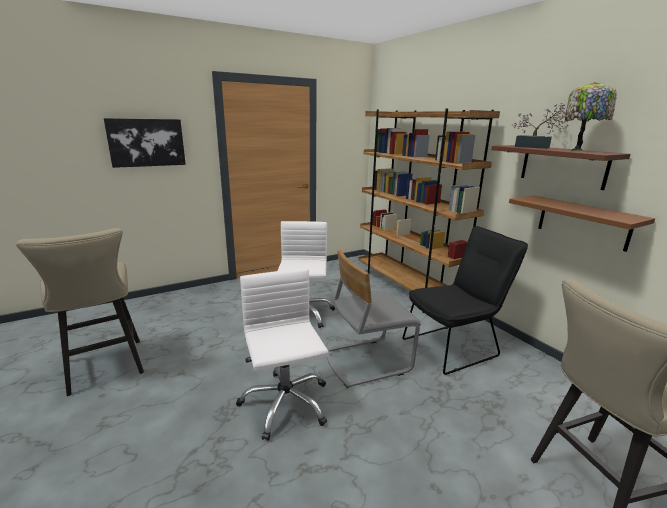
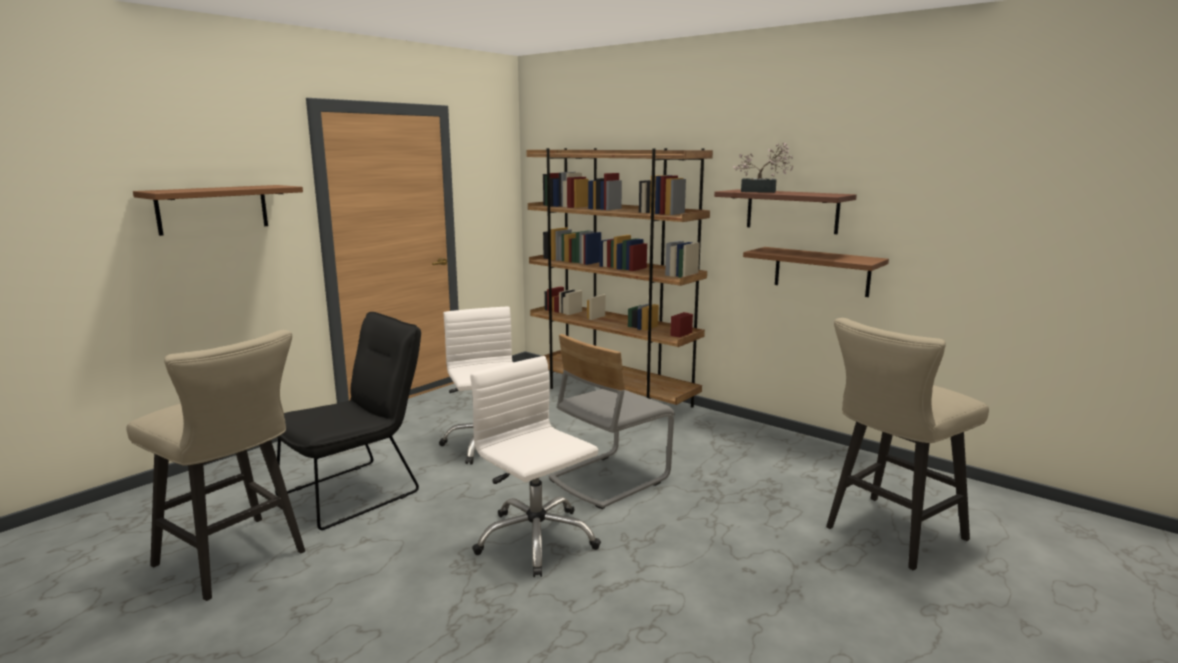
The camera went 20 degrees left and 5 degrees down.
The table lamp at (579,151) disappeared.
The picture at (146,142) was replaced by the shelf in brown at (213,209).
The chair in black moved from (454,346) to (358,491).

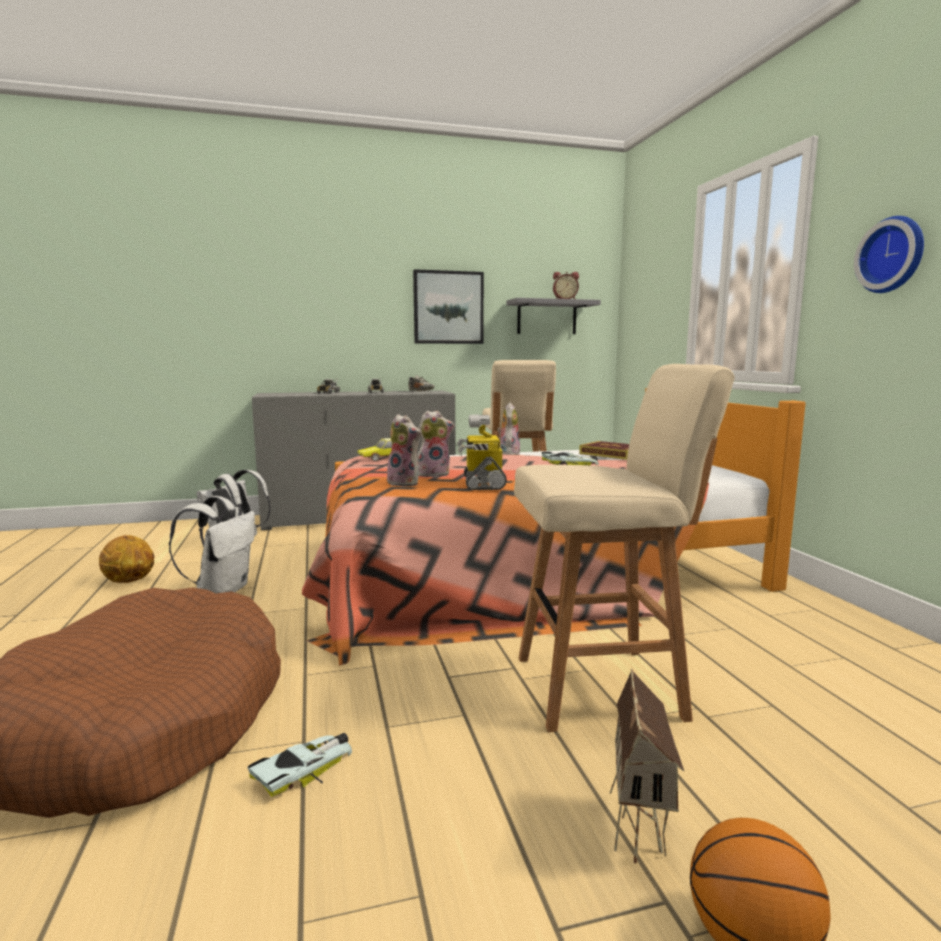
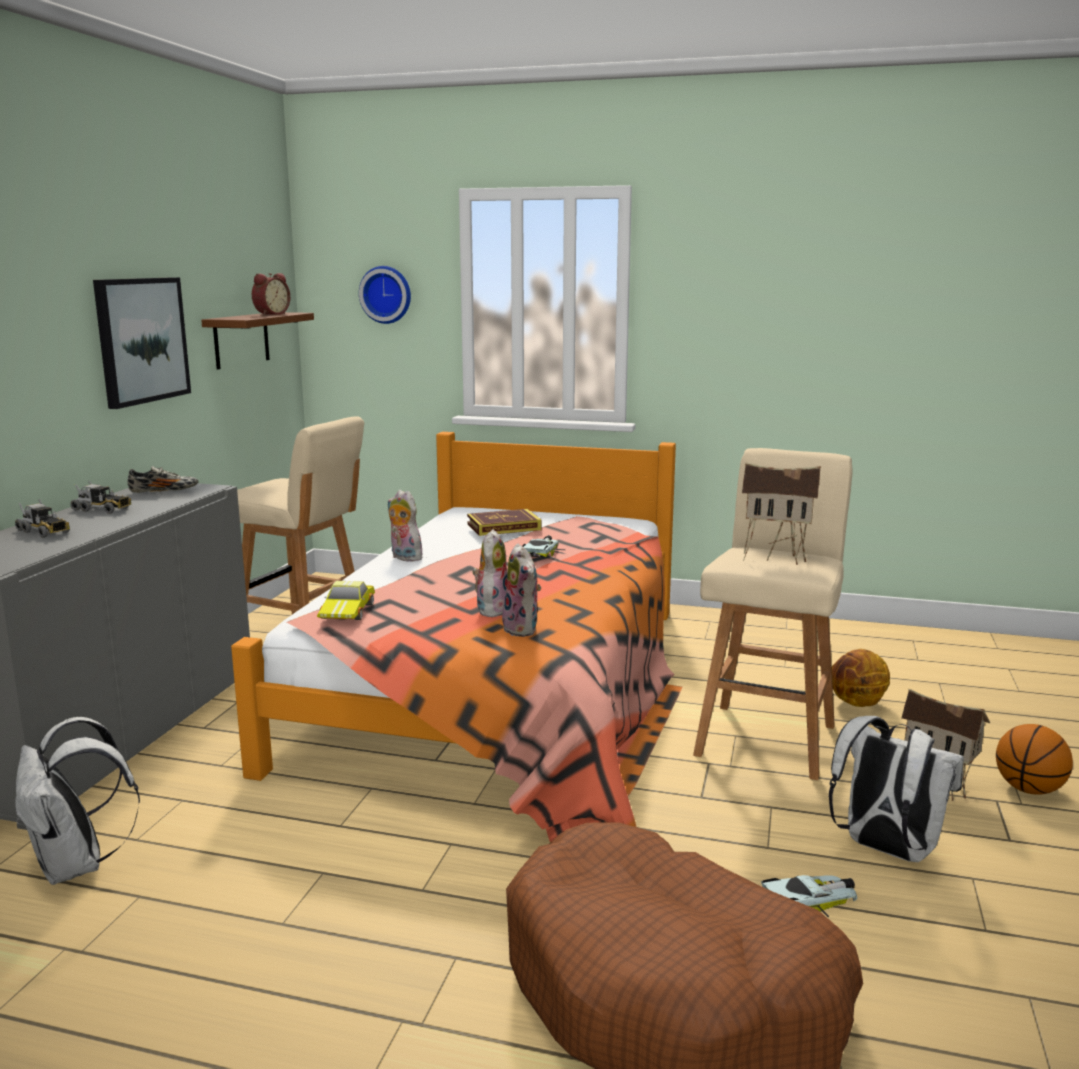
The camera went 60 degrees left and 5 degrees up.
The wall clock moved from (893,255) to (386,294).
The shelf in grey at (546,317) became the shelf in brown at (241,340).
The plush toy at (405,483) turned 90 degrees clockwise.
The toy robot at (482,483) disappeared.
The backpack in white moved from (222,590) to (885,849).
The basketball moved from (128,581) to (857,704).
The toy car at (306,769) turned 90 degrees clockwise.
The toy house at (776,558) appeared.

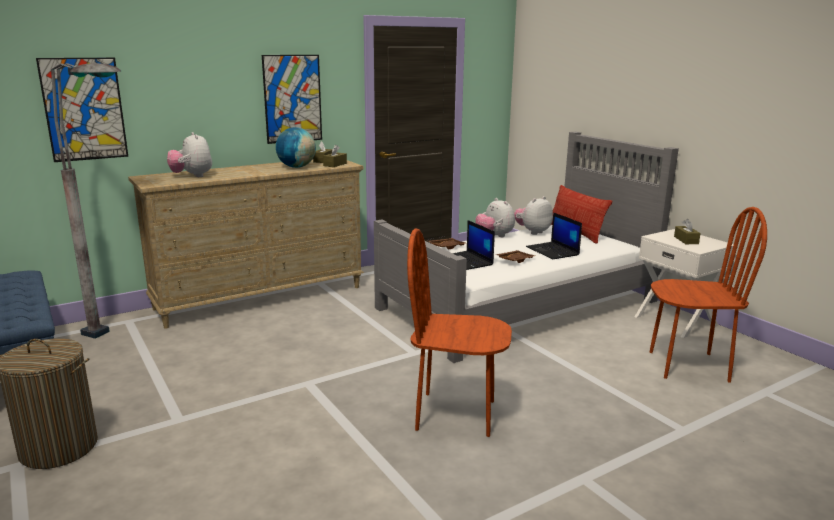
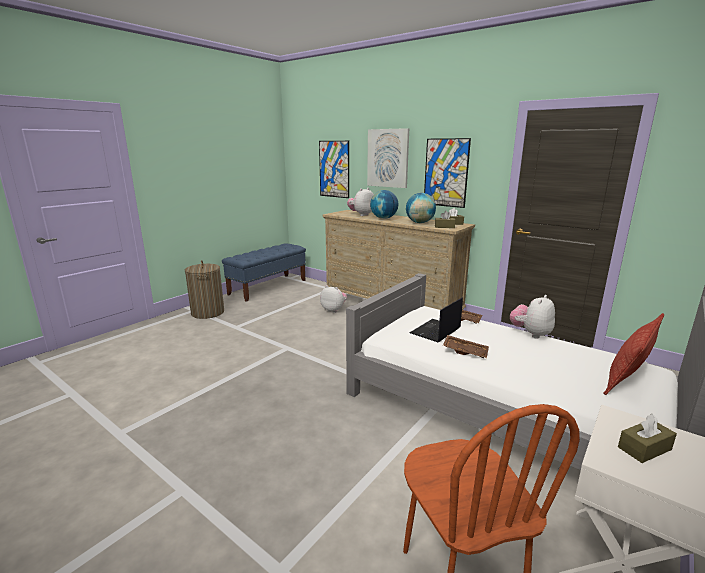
The camera went 70 degrees right and 0 degrees up.
The floor lamp in grey at (123,341) disappeared.
The plush toy moved from (532,232) to (334,310).
The laptop at (553,251) disappeared.
The chair in brown at (455,414) disappeared.
The picture at (388,158) appeared.
The globe at (384,218) appeared.

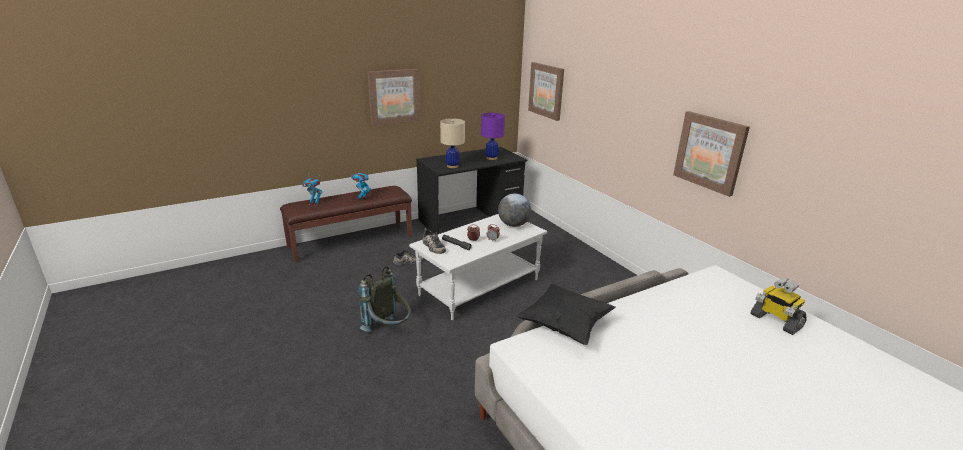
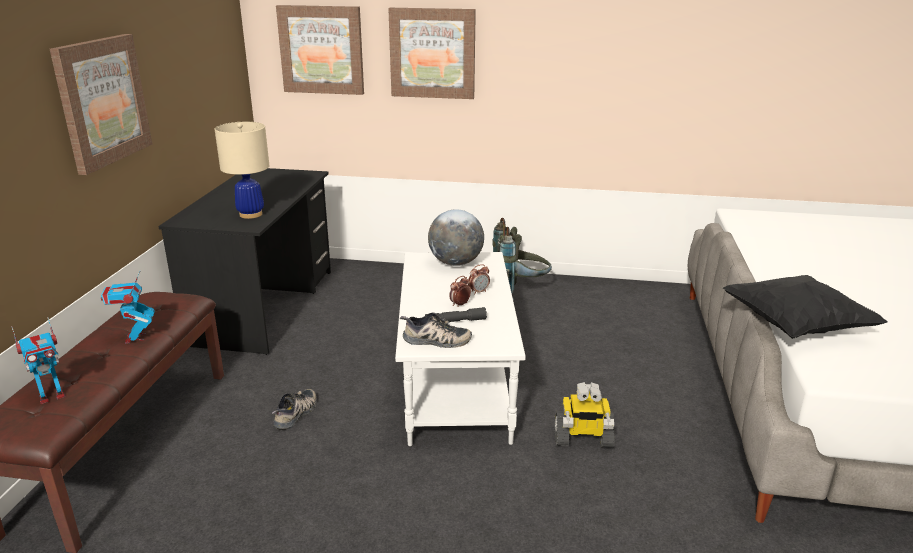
The camera went 50 degrees left and 0 degrees up.
The picture moved from (710,152) to (432,53).
The table lamp in purple at (491,158) disappeared.
The backpack in grey moved from (388,330) to (519,292).
The toy robot moved from (775,321) to (582,438).

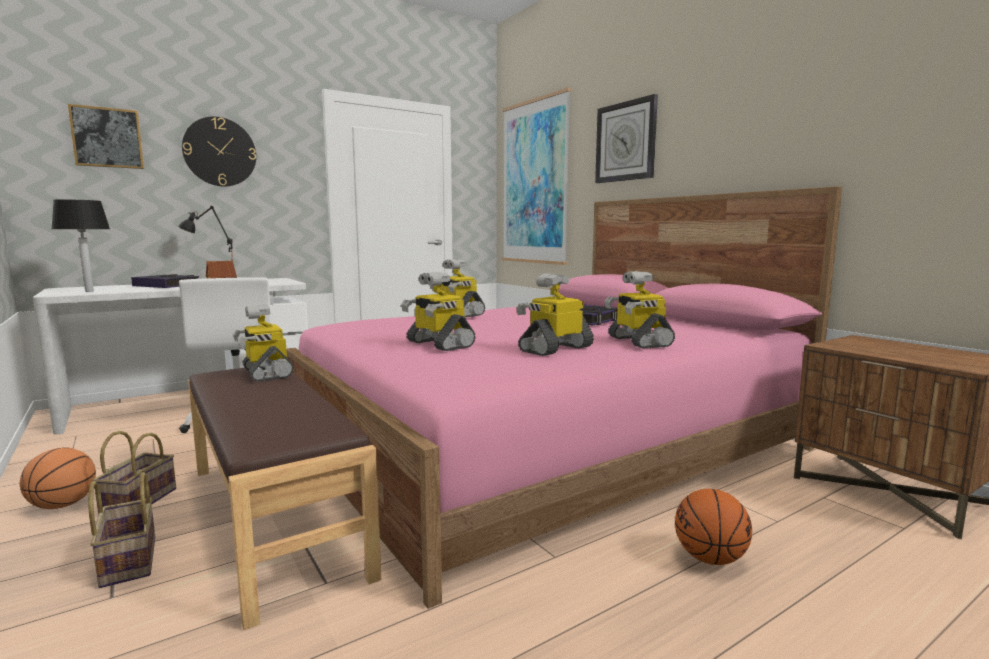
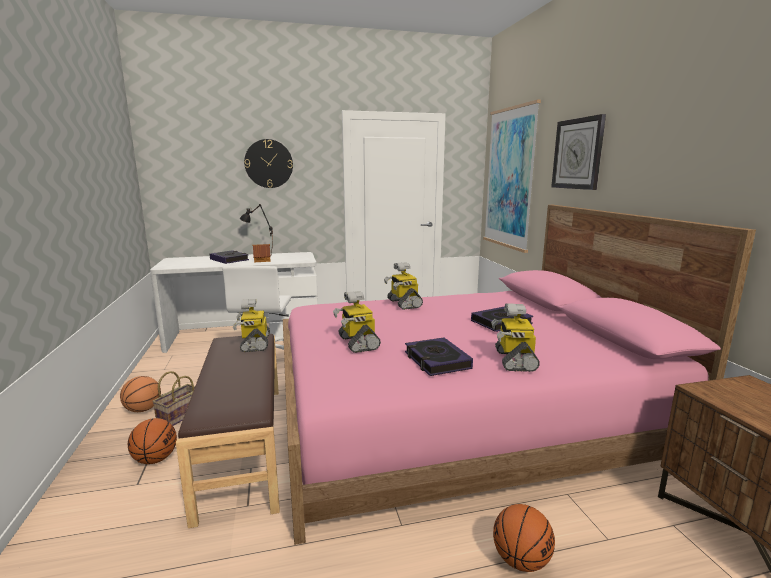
The camera went 20 degrees right and 5 degrees up.
The picture at (107,137) disappeared.
The table lamp at (89,291) disappeared.
The toy robot at (555,349) was replaced by the book at (436,361).
The basket at (127,560) was replaced by the basketball at (155,459).

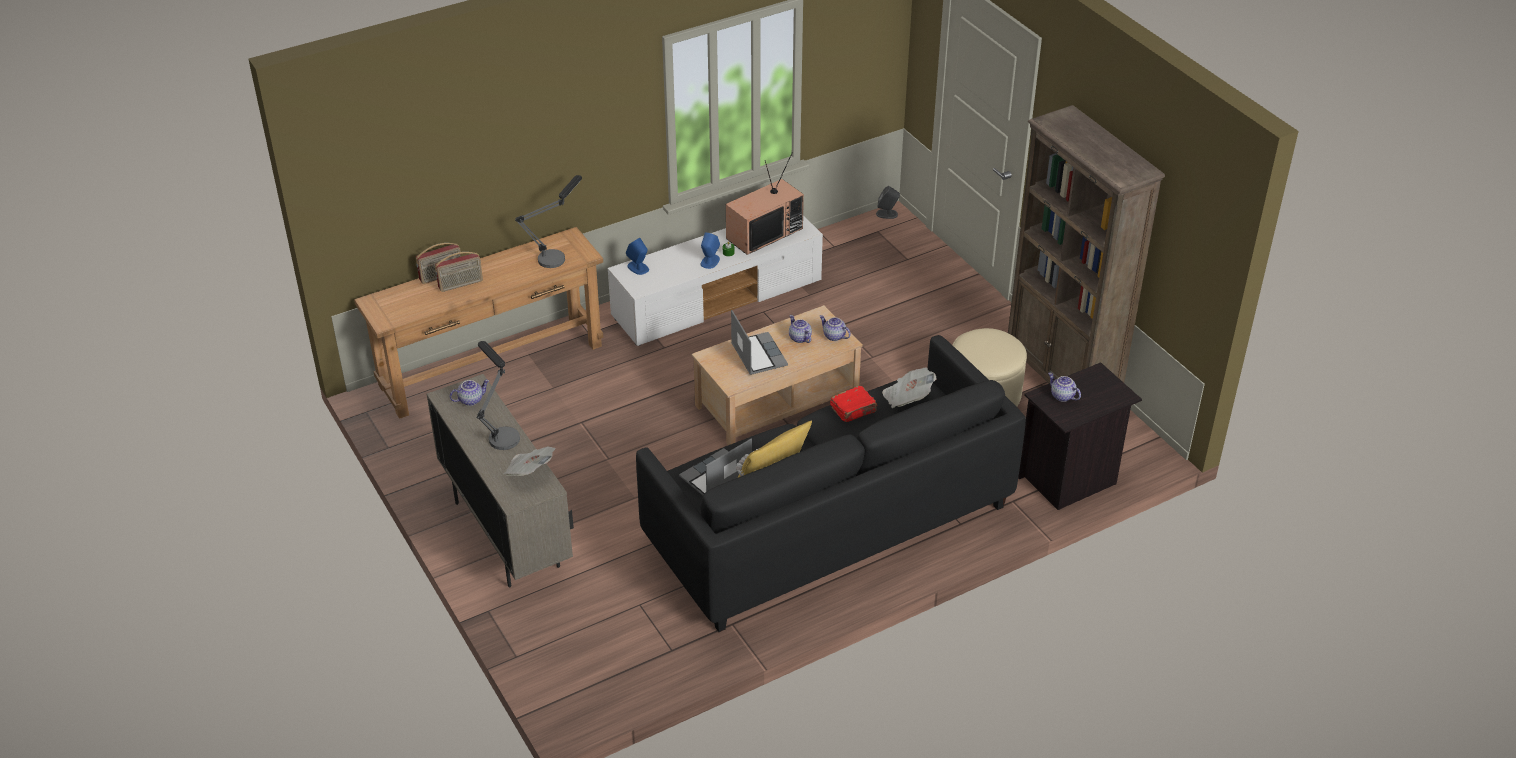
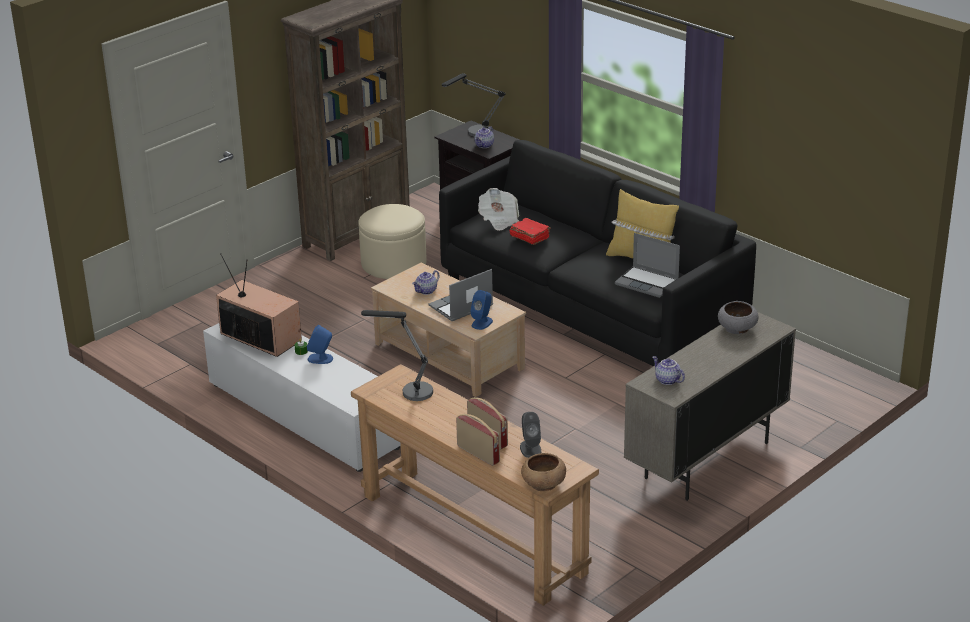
The camera went 105 degrees left and 10 degrees down.
The speaker in grey moved from (887,214) to (530,449).
The speaker in blue moved from (638,268) to (482,323).
The teapot at (833,336) disappeared.
The table lamp moved from (501,433) to (473,134).
The newspaper at (530,471) was replaced by the bowl in grey at (737,328).
The bowl in brown at (543,484) appeared.

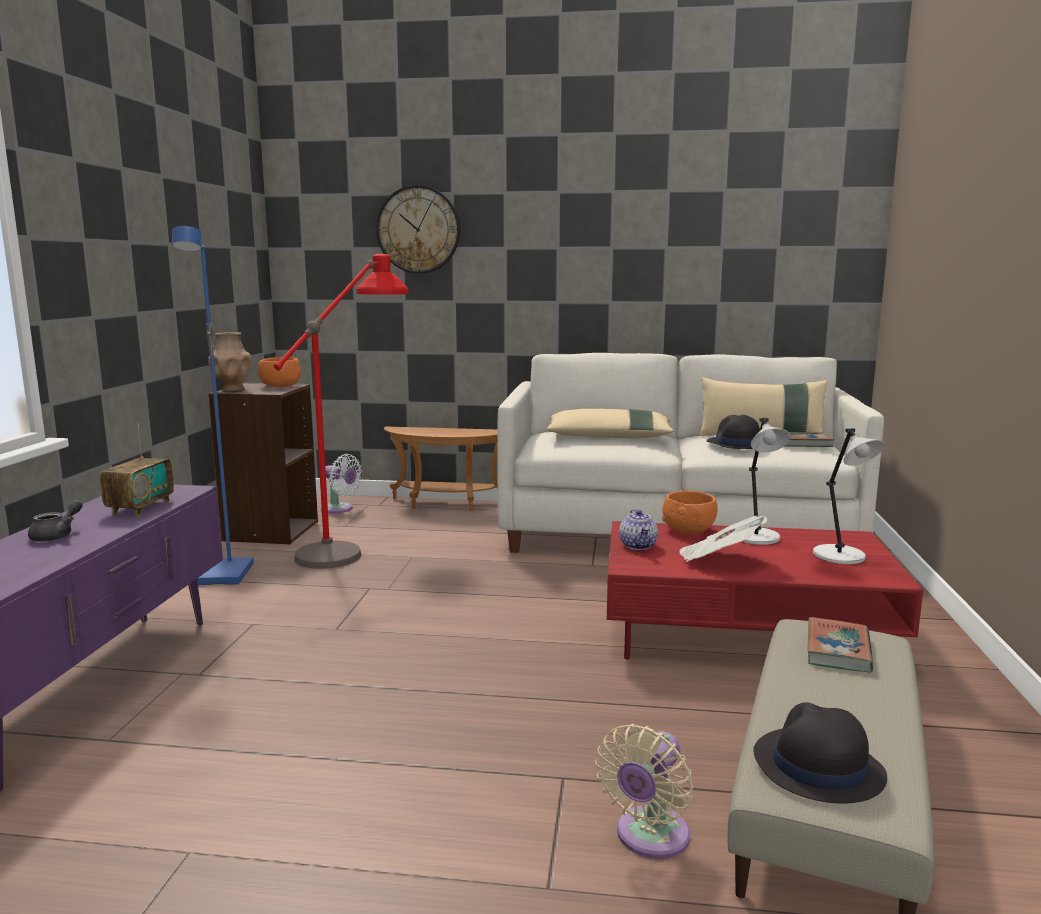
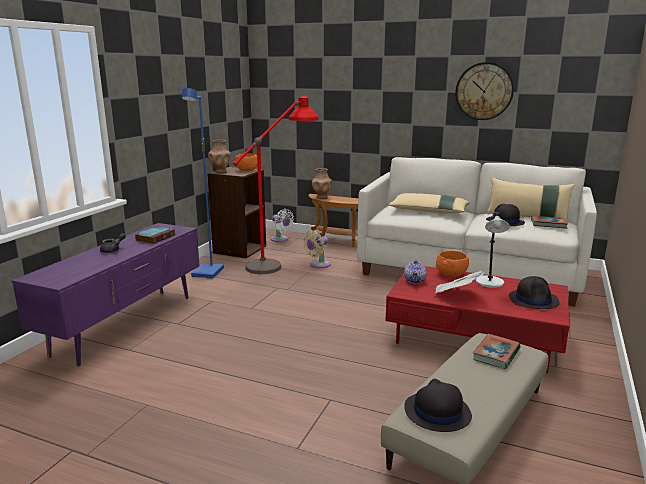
The camera went 15 degrees right and 5 degrees up.
The wall clock moved from (418,229) to (484,91).
The radio at (140,507) was replaced by the book at (155,237).
The table lamp in grey at (841,556) was replaced by the hat in black at (533,300).
The fan in beige moved from (649,838) to (318,265).
The vase in brown at (321,197) appeared.

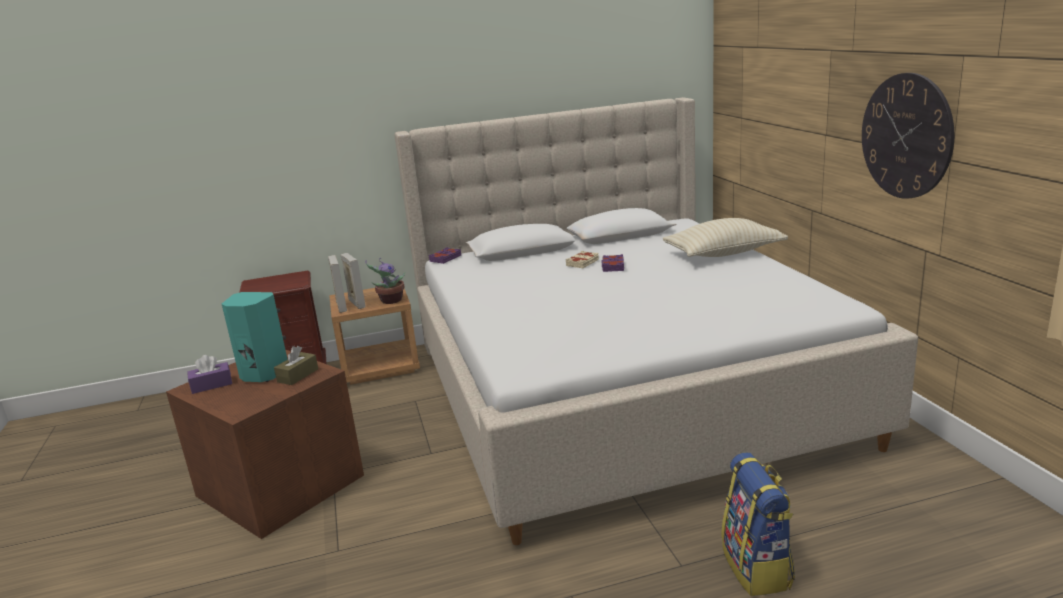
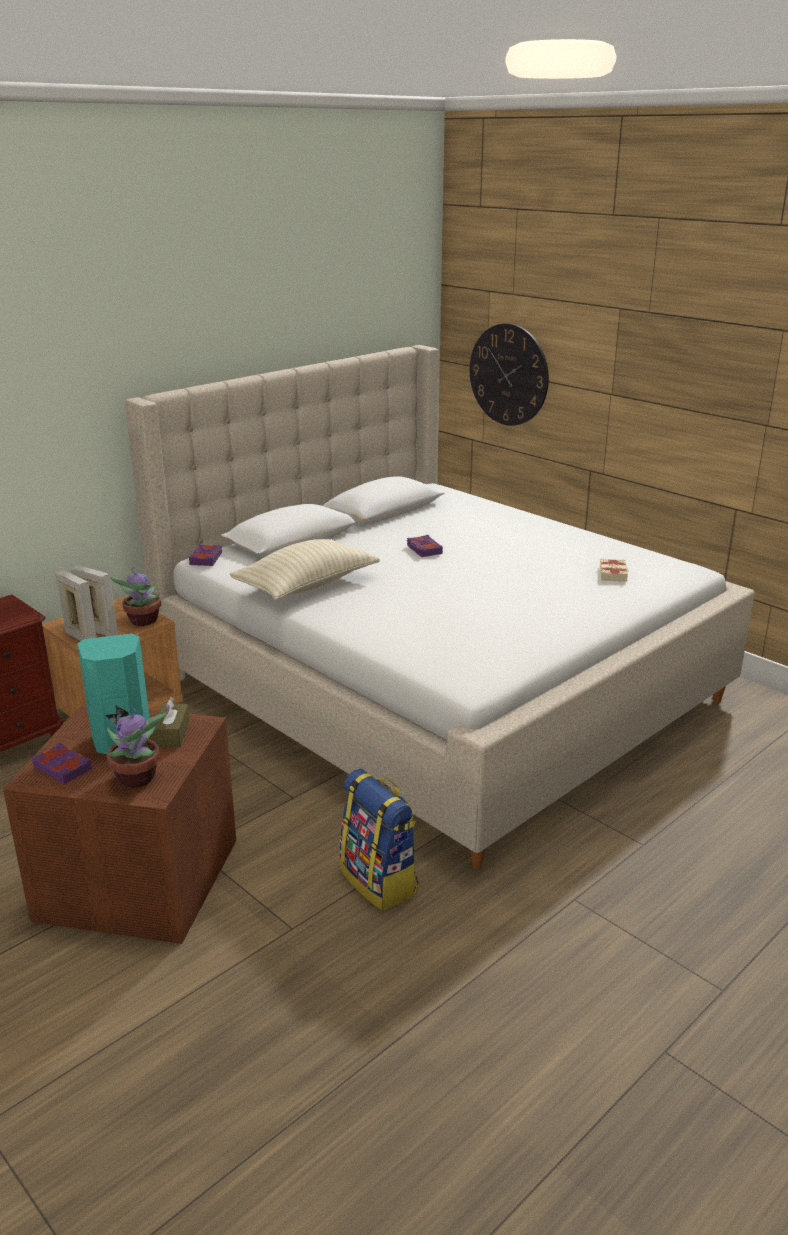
The camera went 30 degrees left and 5 degrees up.
The wall clock moved from (906,136) to (508,375).
The pillow in beige moved from (723,254) to (306,585).
The book in beige moved from (583,263) to (613,574).
The tissue box in purple at (211,385) was replaced by the book in purple at (63,768).
The backpack moved from (757,568) to (380,881).
The potted plant at (138,779) appeared.

